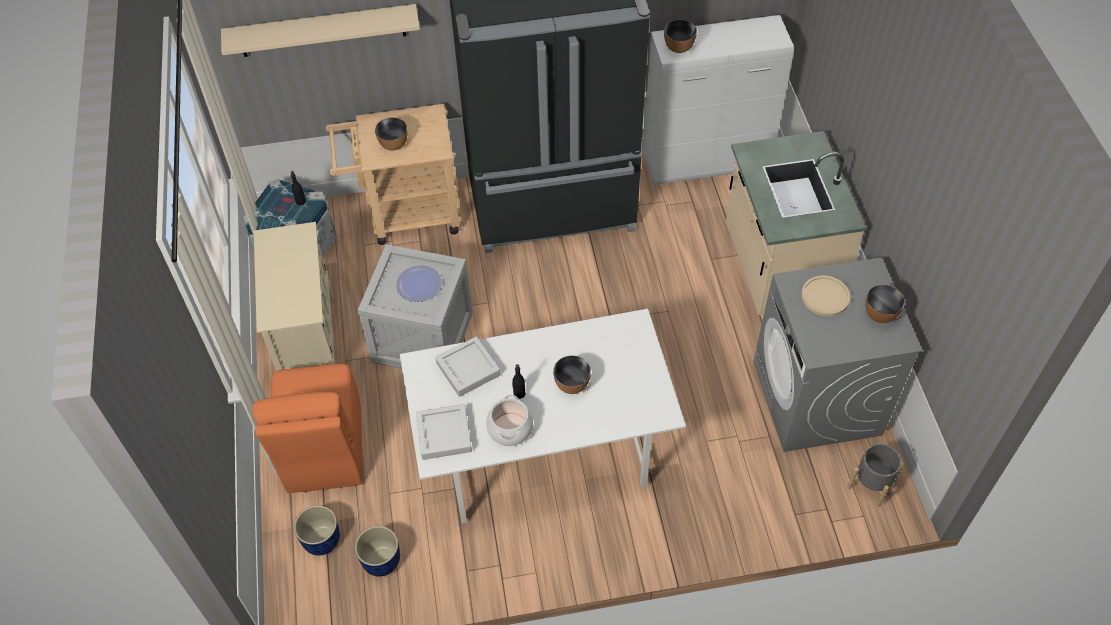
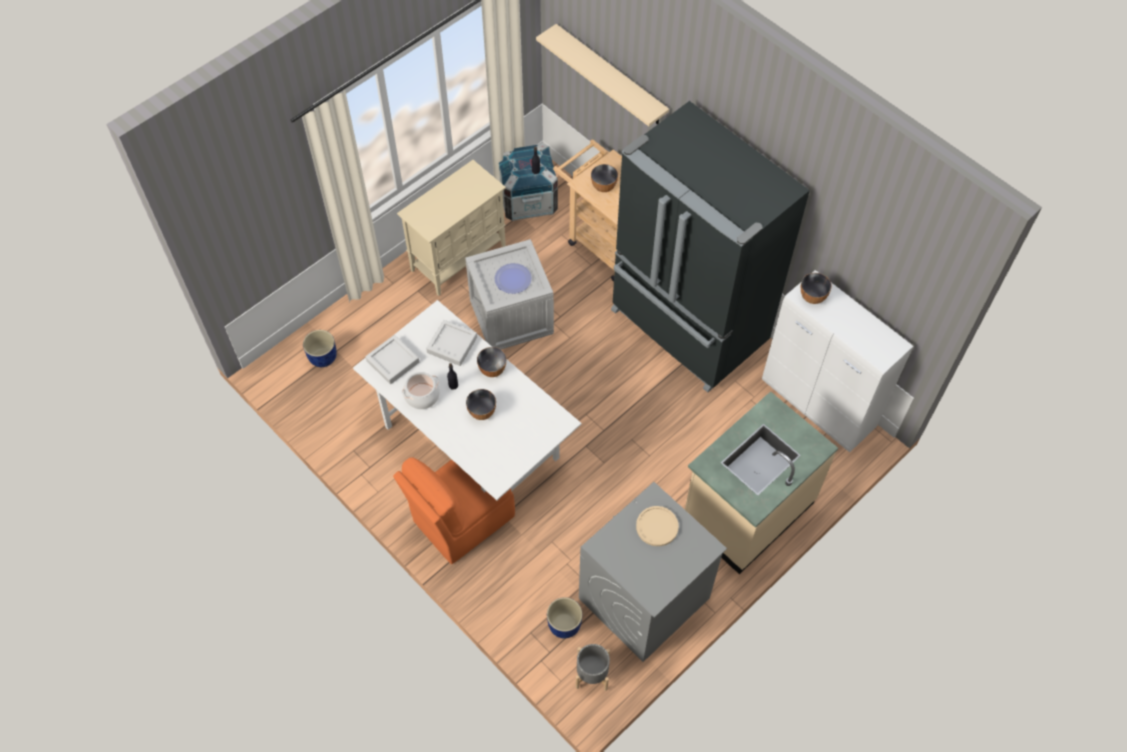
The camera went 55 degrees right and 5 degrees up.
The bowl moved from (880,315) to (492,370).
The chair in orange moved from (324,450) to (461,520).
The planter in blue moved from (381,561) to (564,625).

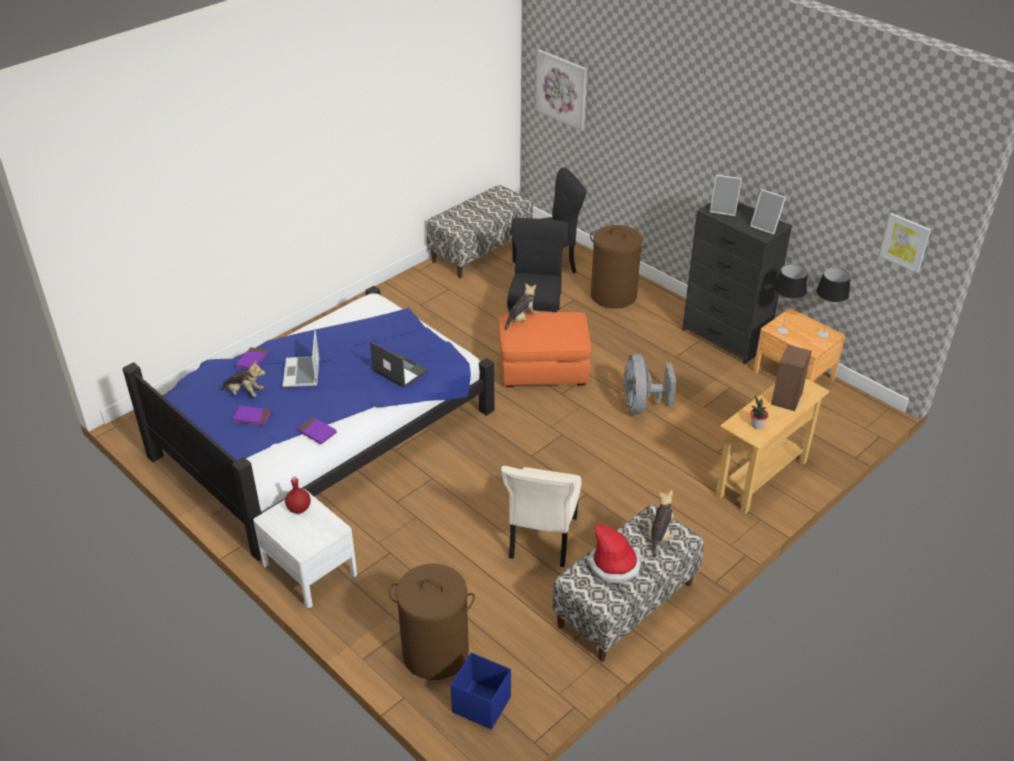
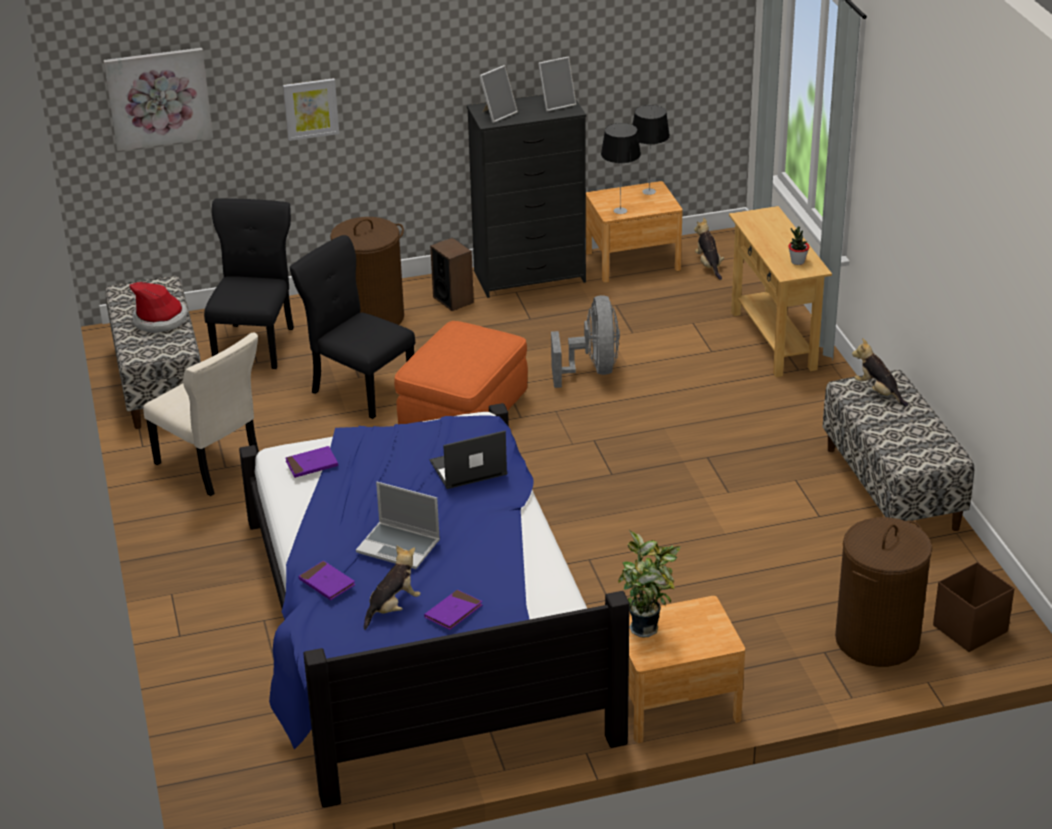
The camera went 60 degrees left and 5 degrees down.
The picture moved from (905,242) to (311,108).
The plush toy moved from (521,319) to (708,265).
The speaker moved from (787,398) to (453,299).
The fan in grey at (641,405) turned 120 degrees counterclockwise.
The book in purple moved from (317,432) to (312,464).
The chair in beige moved from (542,540) to (211,466).
The bottle in red at (298,509) was replaced by the potted plant at (647,628).
The nightstand in white at (309,569) became the nightstand in brown at (675,703).
The hat moved from (614,565) to (160,320).
The storage box in blue at (481,704) became the storage box in brown at (969,629).

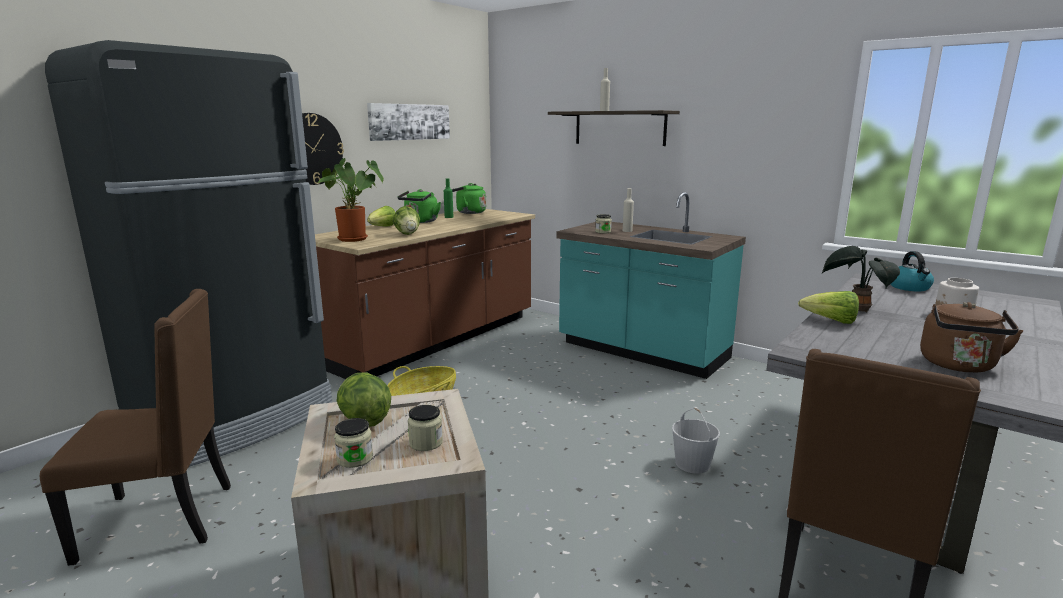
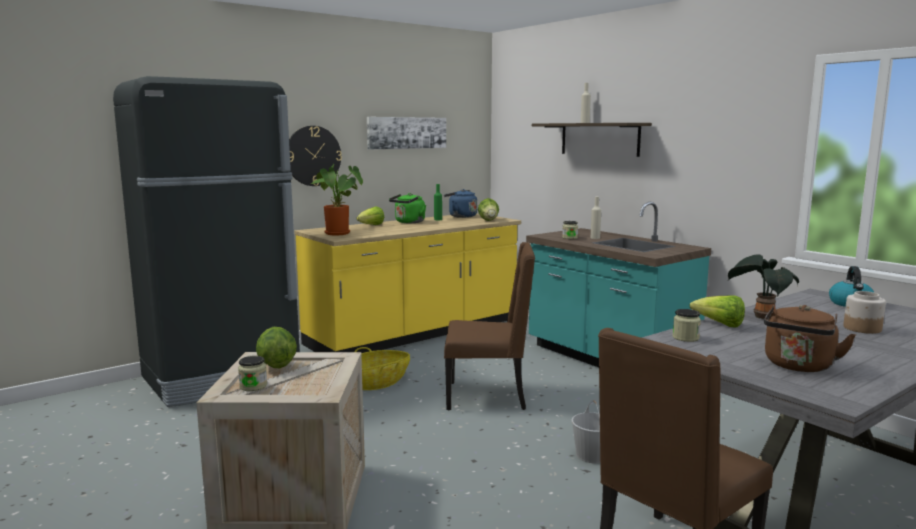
The camera went 15 degrees right and 5 degrees down.
The kettle in green at (469,212) became the kettle in blue at (461,216).
The lettuce moved from (407,234) to (488,220).
The counter in brown at (434,340) became the counter in yellow at (415,333).
The chair in brown moved from (162,520) to (488,396).
The jar moved from (426,443) to (685,338).

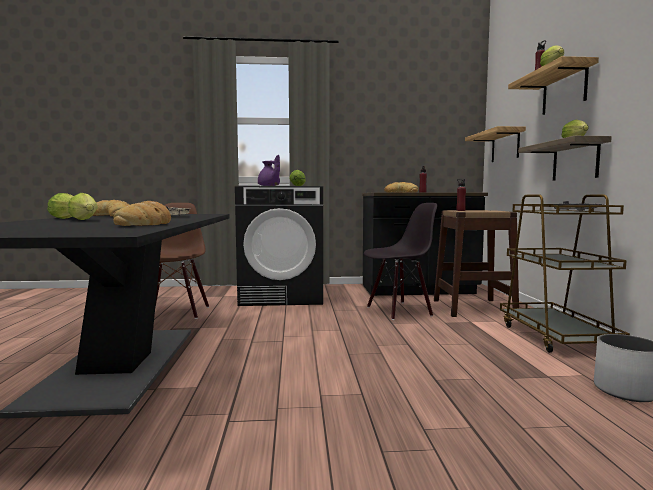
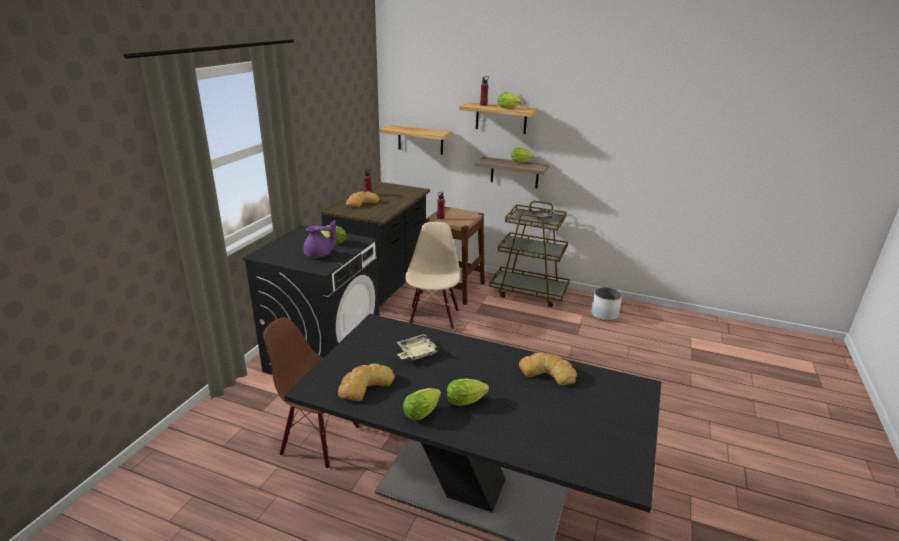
The camera went 65 degrees left and 20 degrees up.
The chair in black at (399,311) became the chair in beige at (433,318).

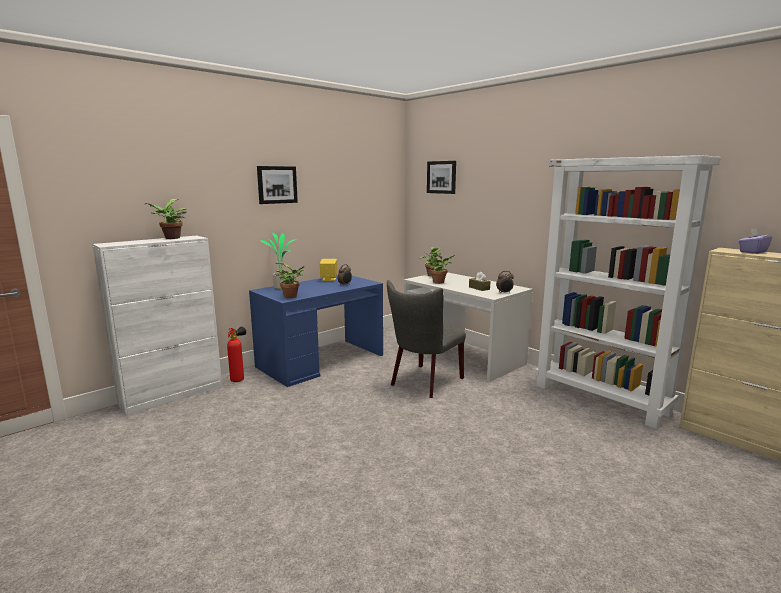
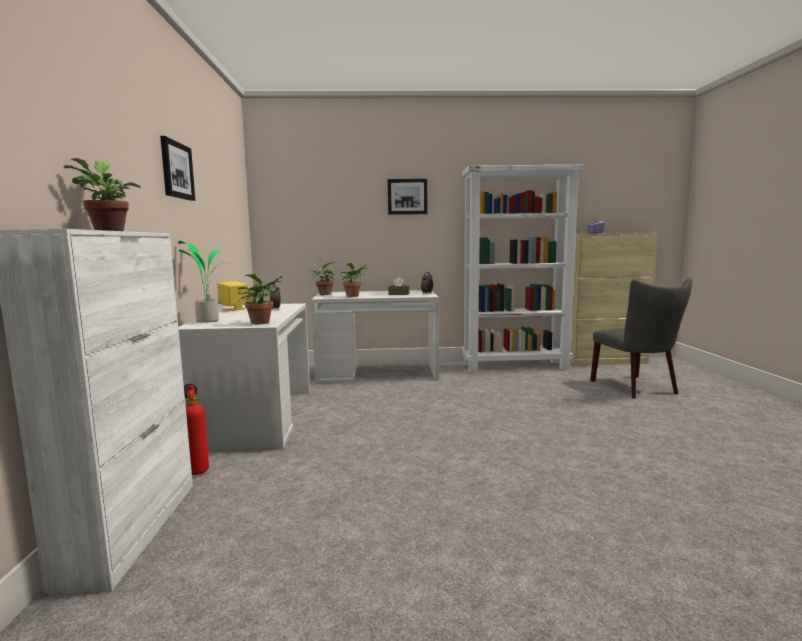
The camera went 50 degrees left and 5 degrees down.
The picture moved from (441,177) to (407,196).
The desk in blue at (321,361) became the desk in white at (256,418).
The chair in grey moved from (424,382) to (637,388).

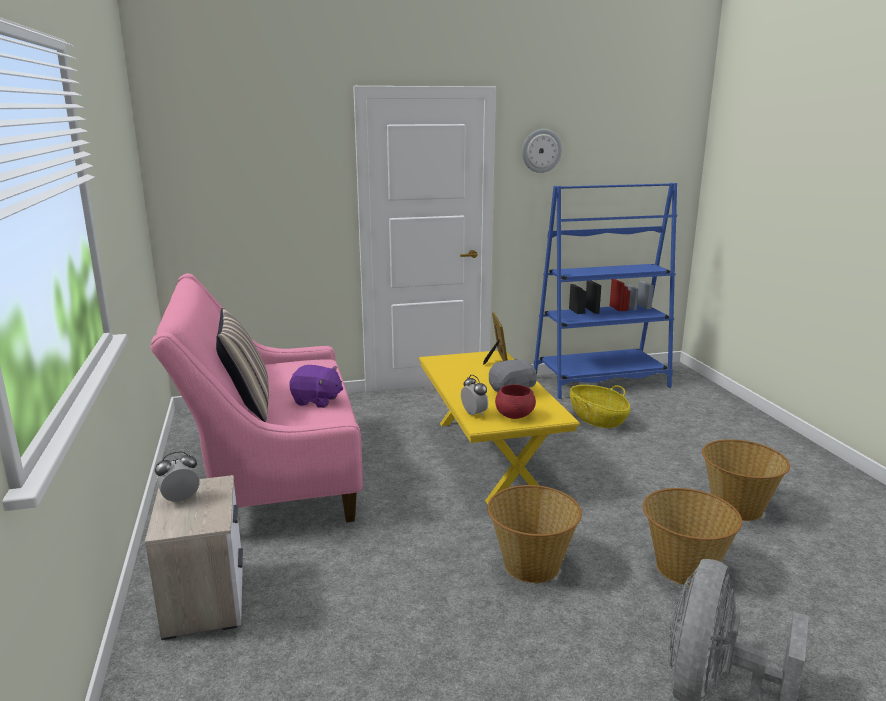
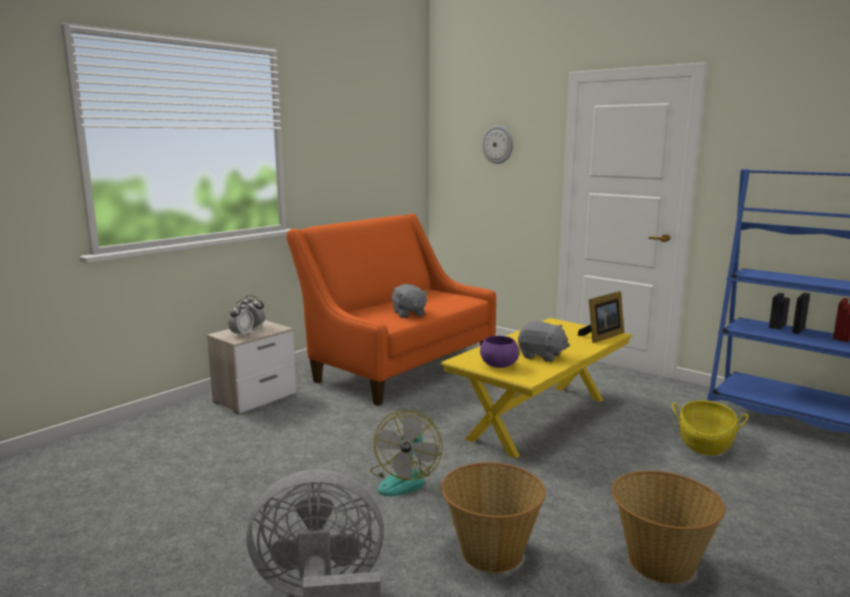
The camera went 55 degrees right and 5 degrees down.
The wall clock moved from (541,150) to (498,144).
The sofa in pink at (271,473) became the sofa in orange at (397,366).
The pillow at (247,405) disappeared.
The plush toy in purple at (316,401) became the plush toy in grey at (408,313).
The alarm clock moved from (474,414) to (241,334).
The bowl in red at (514,416) became the bowl in purple at (498,365).
The basket at (531,564) was replaced by the fan at (404,479).

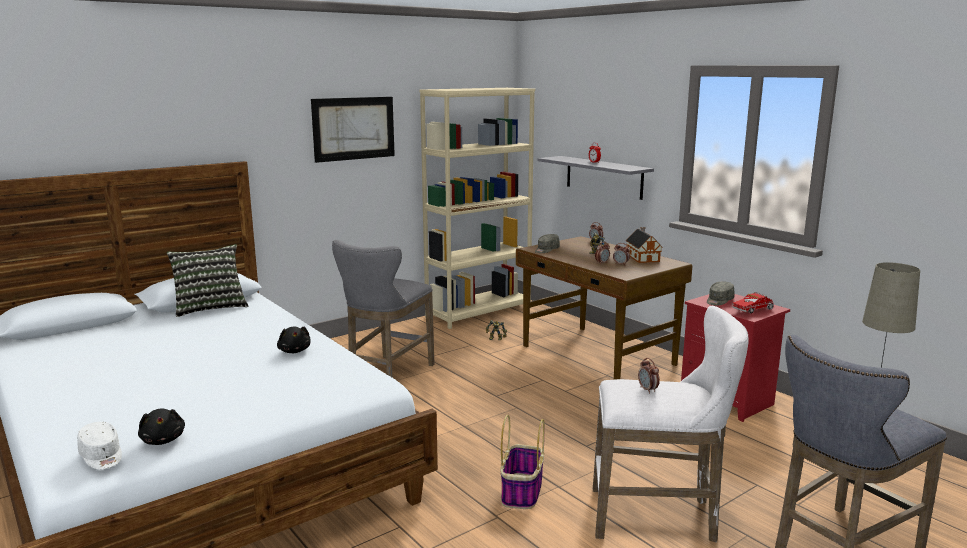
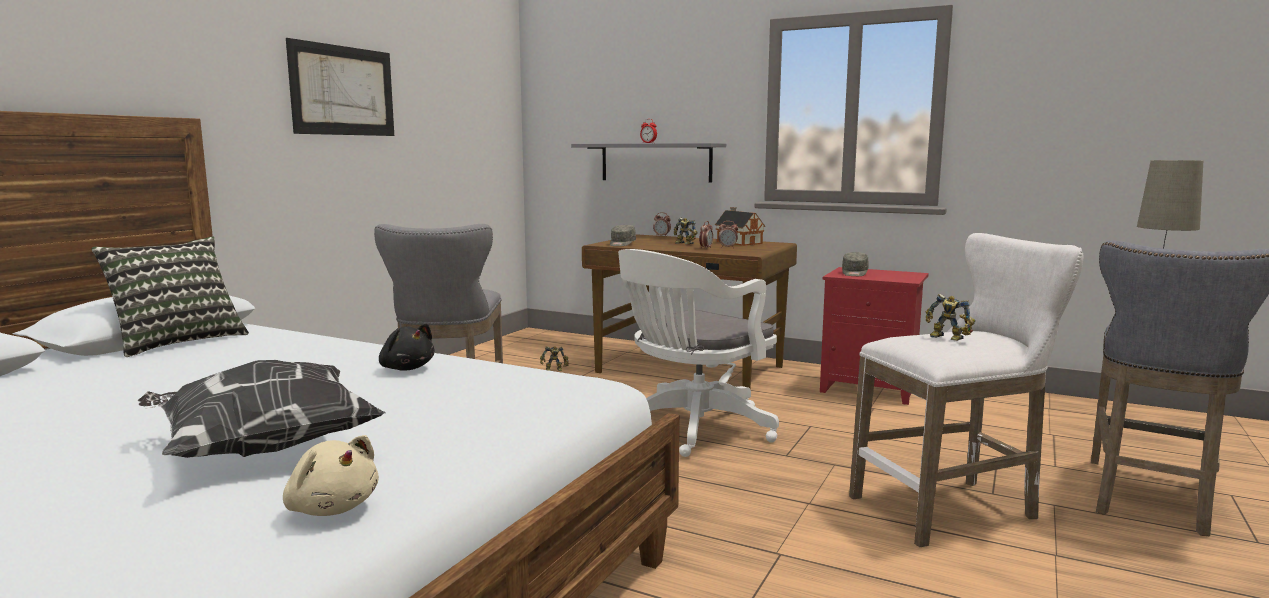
The camera went 25 degrees left and 5 degrees down.
The bookcase in beige at (479,312) disappeared.
The toy truck at (754,310) disappeared.
The alarm clock at (648,390) was replaced by the toy robot at (946,338).
The plush toy in black at (163,440) became the plush toy in beige at (331,507).
The basket at (522,492) disappeared.
The cap in white at (102,456) disappeared.
The office chair in white at (692,429) appeared.
The pillow at (262,449) appeared.

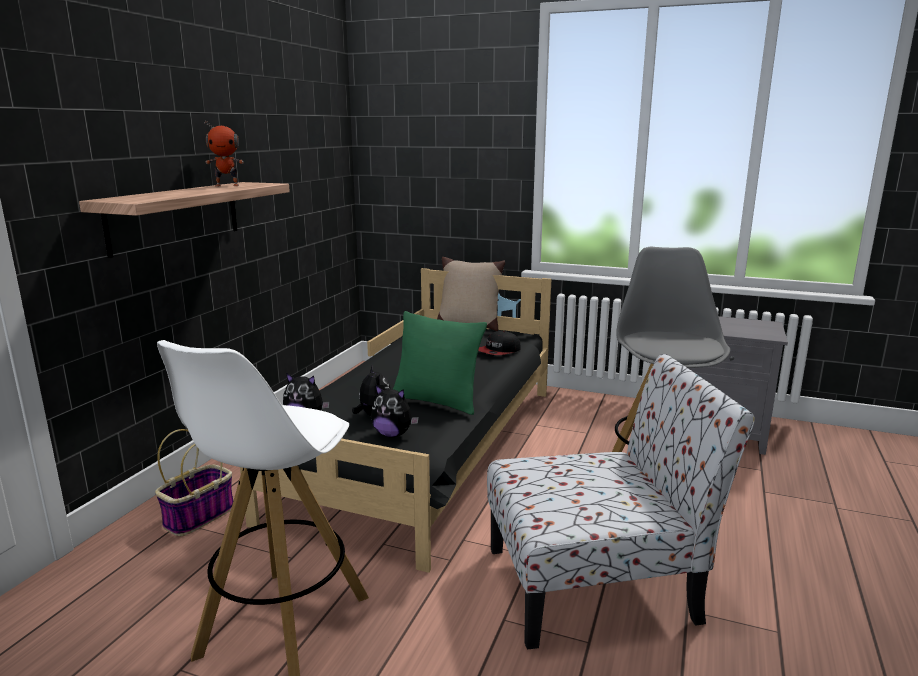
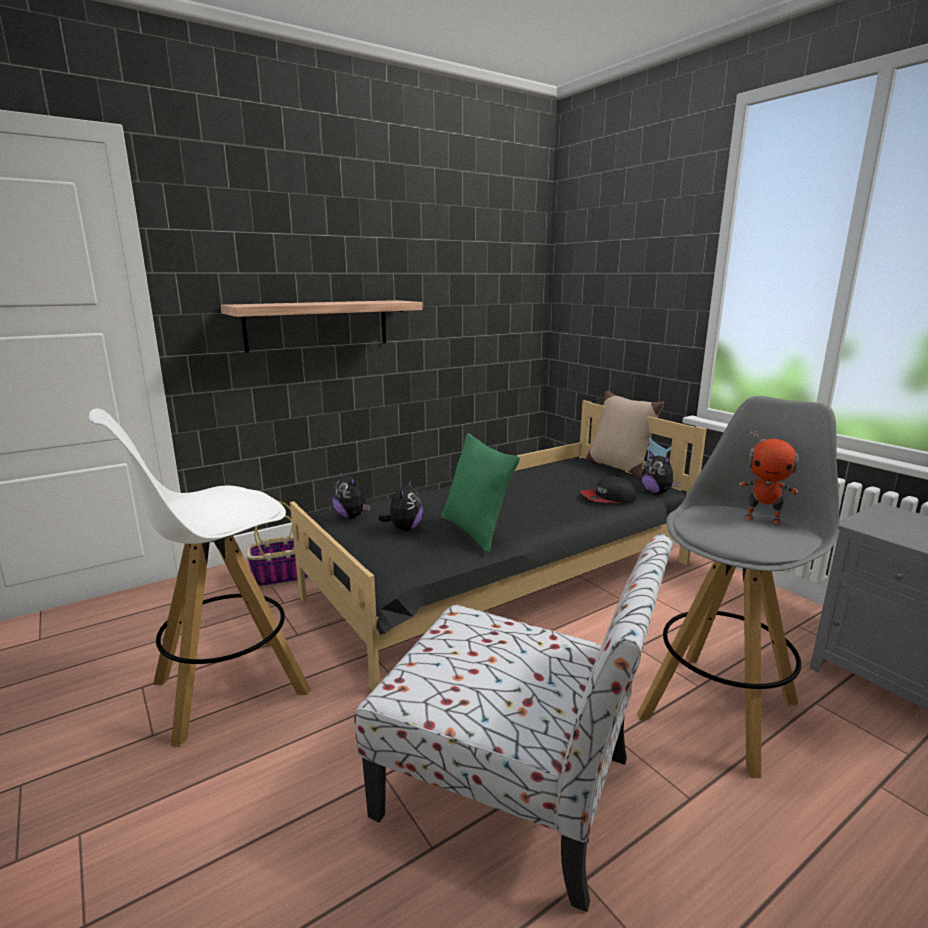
The camera went 35 degrees right and 0 degrees up.
The toy robot moved from (227,185) to (762,519).
The plush toy moved from (393,434) to (657,492).

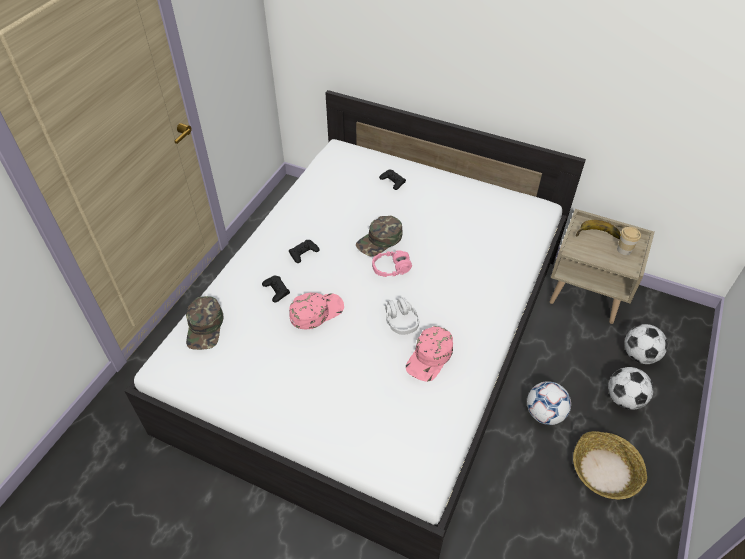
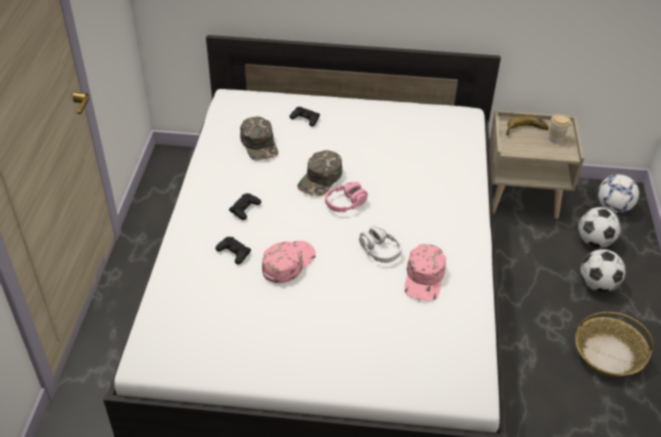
The camera went 20 degrees left and 5 degrees down.
The cap in green moved from (205,327) to (259,144).
The football moved from (544,413) to (613,207).

